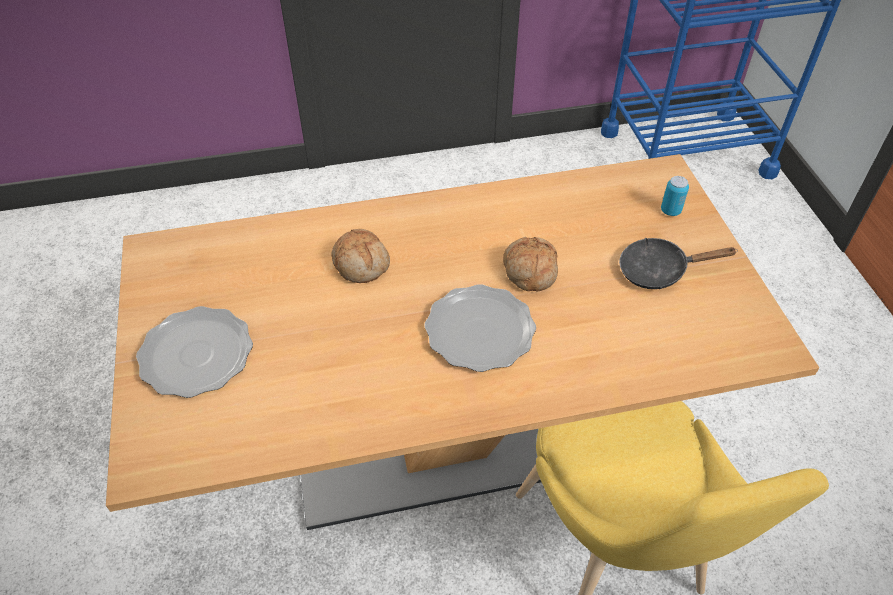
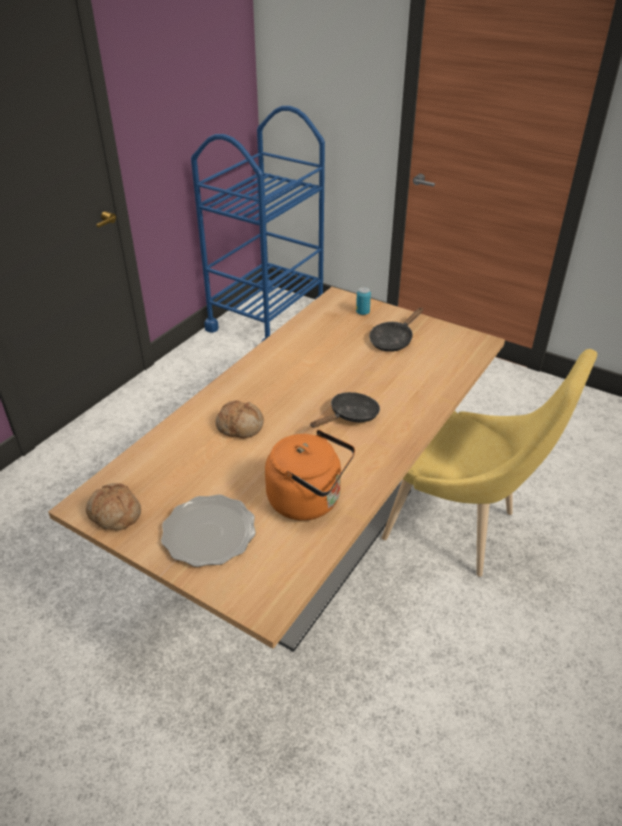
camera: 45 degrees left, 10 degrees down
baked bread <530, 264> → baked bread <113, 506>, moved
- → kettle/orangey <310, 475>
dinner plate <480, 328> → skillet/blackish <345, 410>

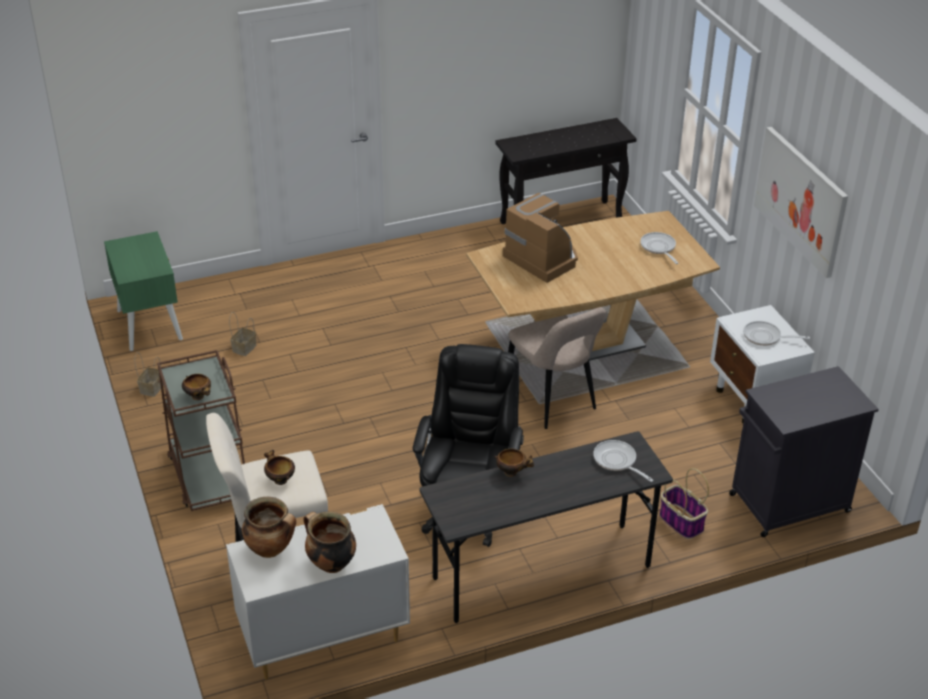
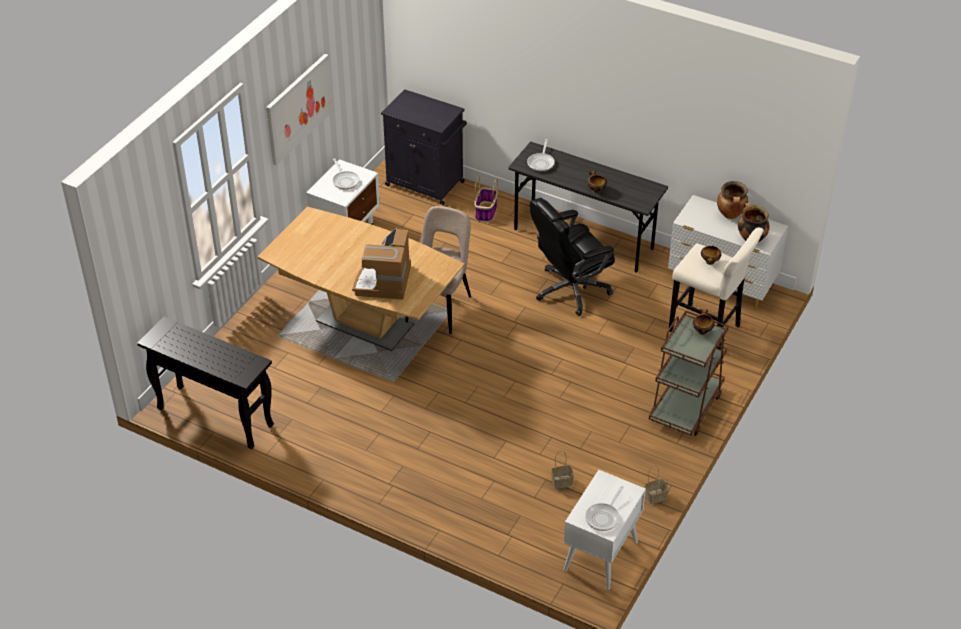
camera: 130 degrees left, 5 degrees up
night table/greenish <143, 291> → night table/white-coloured <604, 530>
skillet <659, 248> → skillet <604, 508>, moved

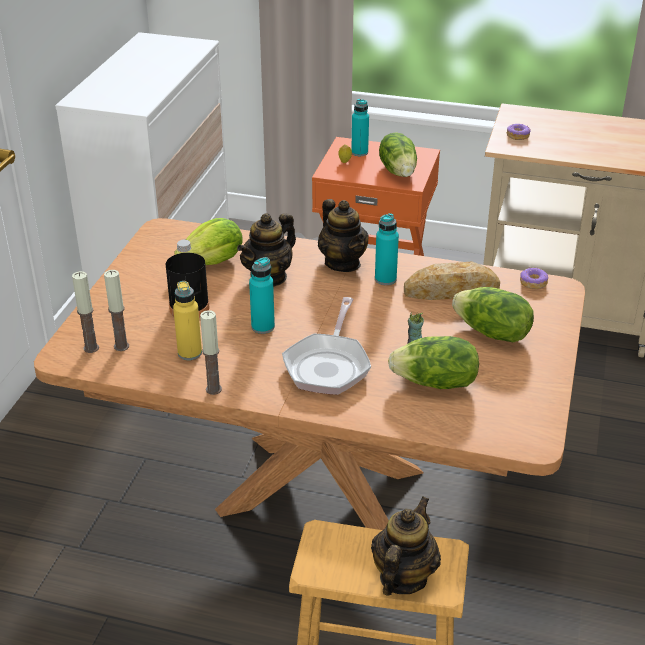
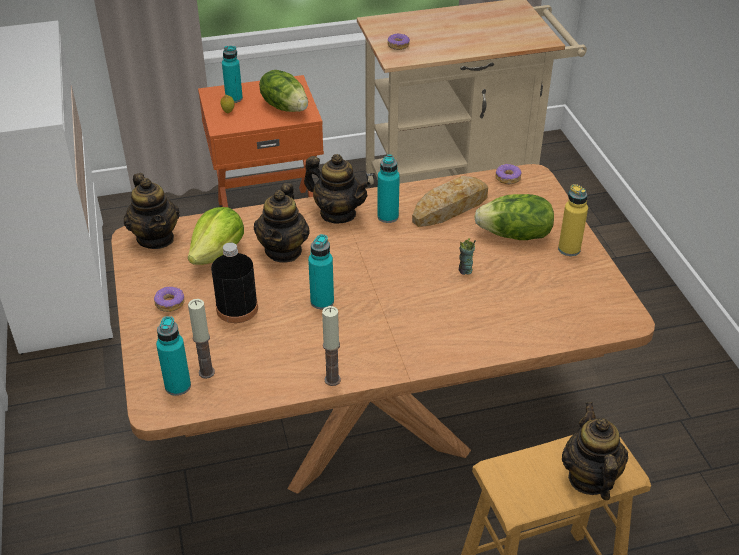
camera: 30 degrees left, 5 degrees up
- → teapot <151, 211>
- → ring doughnut <169, 299>
wax candle <85, 312> → beverage bottle/turquoise-coloured <173, 356>
beverage bottle/yellow-coloured <187, 320> → beverage bottle/yellow-coloured <573, 220>, moved
skillet <326, 346> → -
lettuce head <433, 362> → -

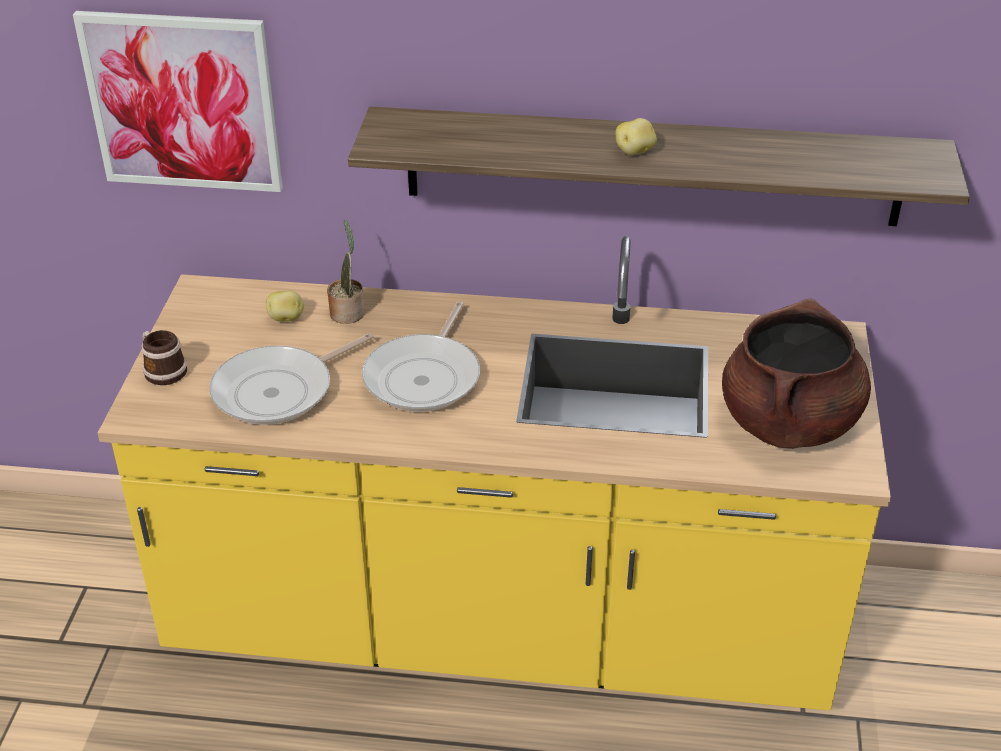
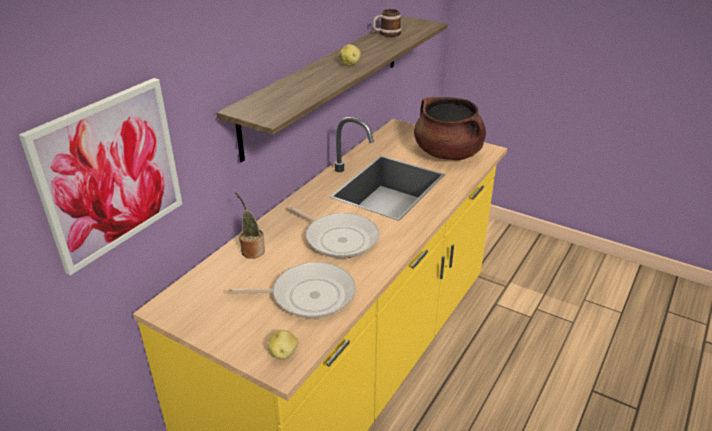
camera: 65 degrees left, 5 degrees down
skillet <291, 379> → skillet <291, 290>, 75 degrees counterclockwise
potato <285, 306> → potato <283, 345>, moved
coffee mug <164, 357> → coffee mug <387, 23>, moved

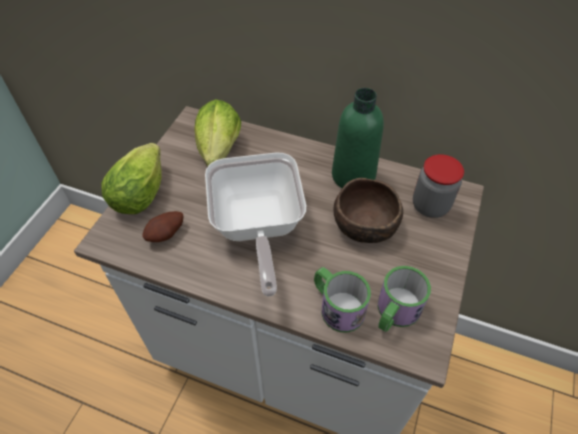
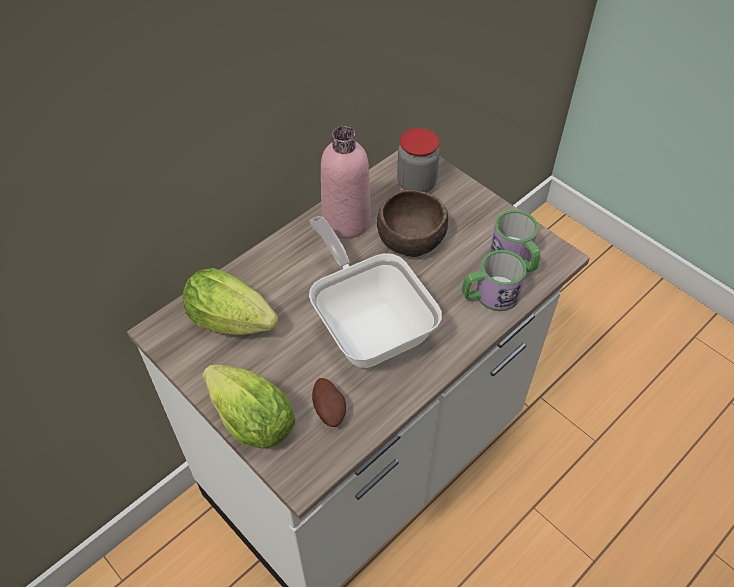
camera: 65 degrees left, 0 degrees up
skillet <255, 224> → skillet <375, 292>, 135 degrees counterclockwise
beverage bottle/greenish <358, 138> → beverage bottle/pink <346, 182>

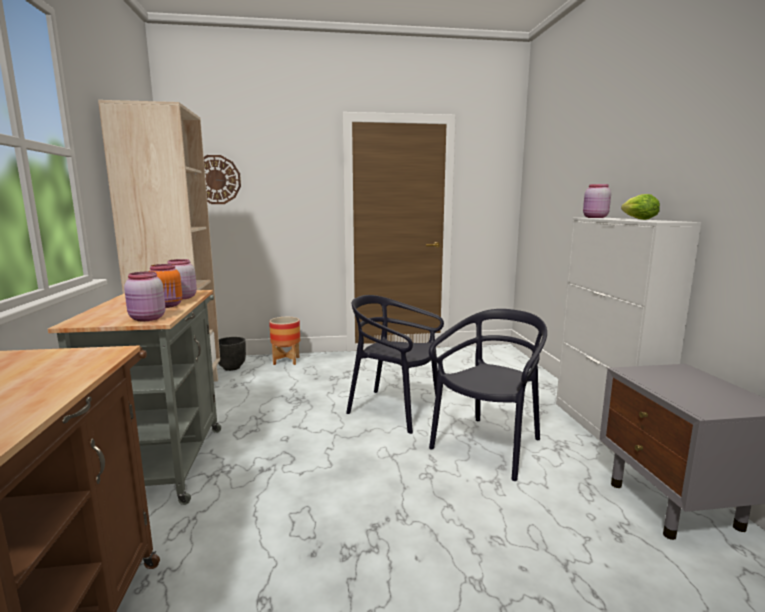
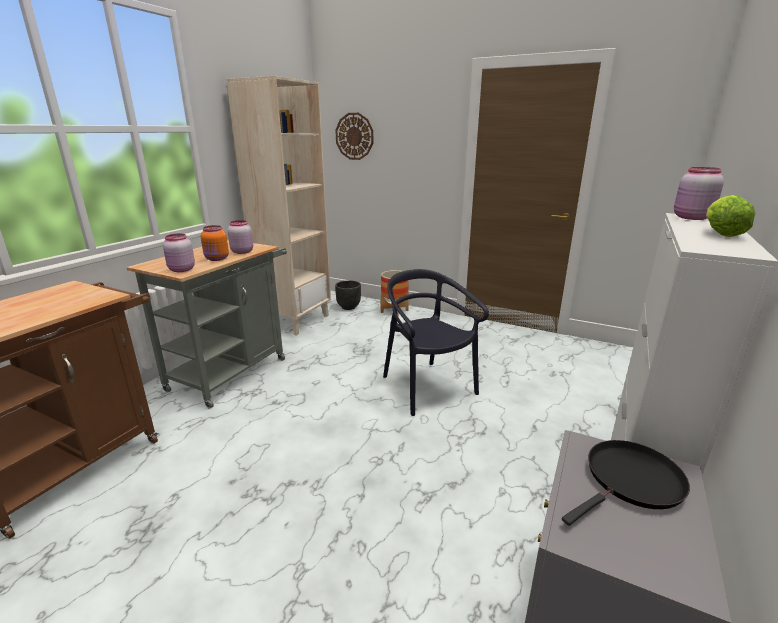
camera: 35 degrees right, 10 degrees up
- → skillet/blackish <626, 483>
plain chair/blackish <488, 395> → -

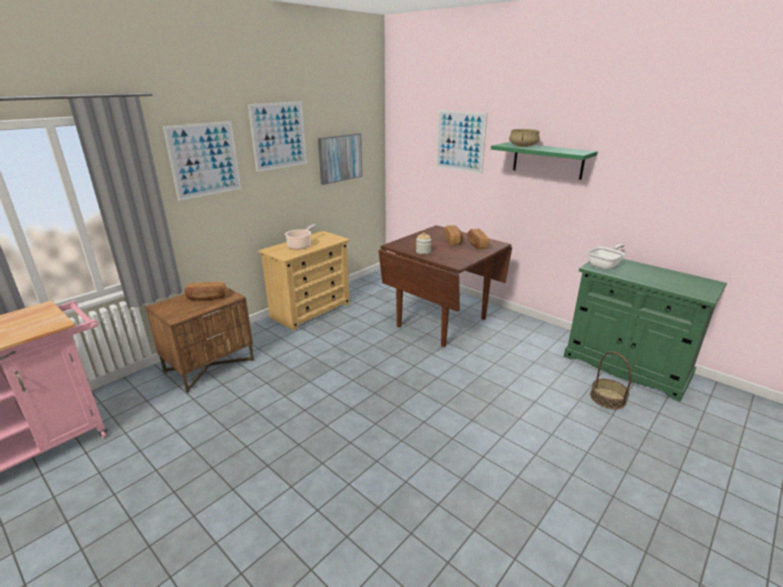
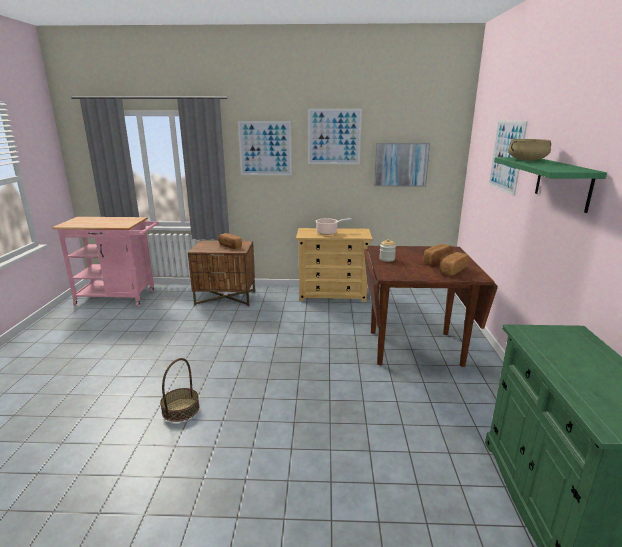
camera: 50 degrees right, 5 degrees down
basket <611, 380> → basket <180, 390>, moved
skillet <606, 257> → -

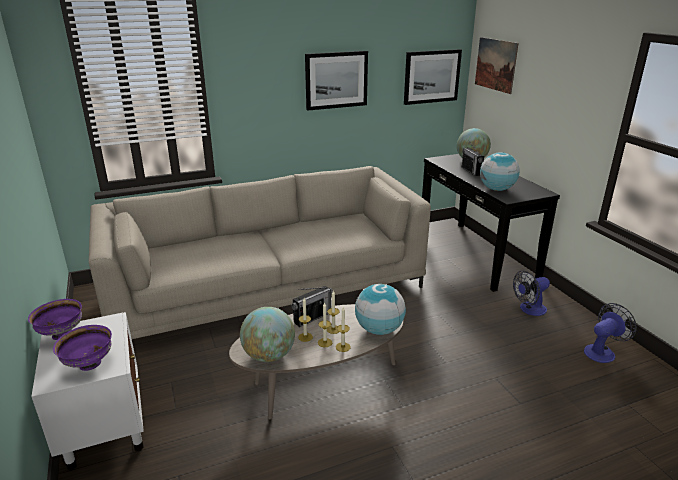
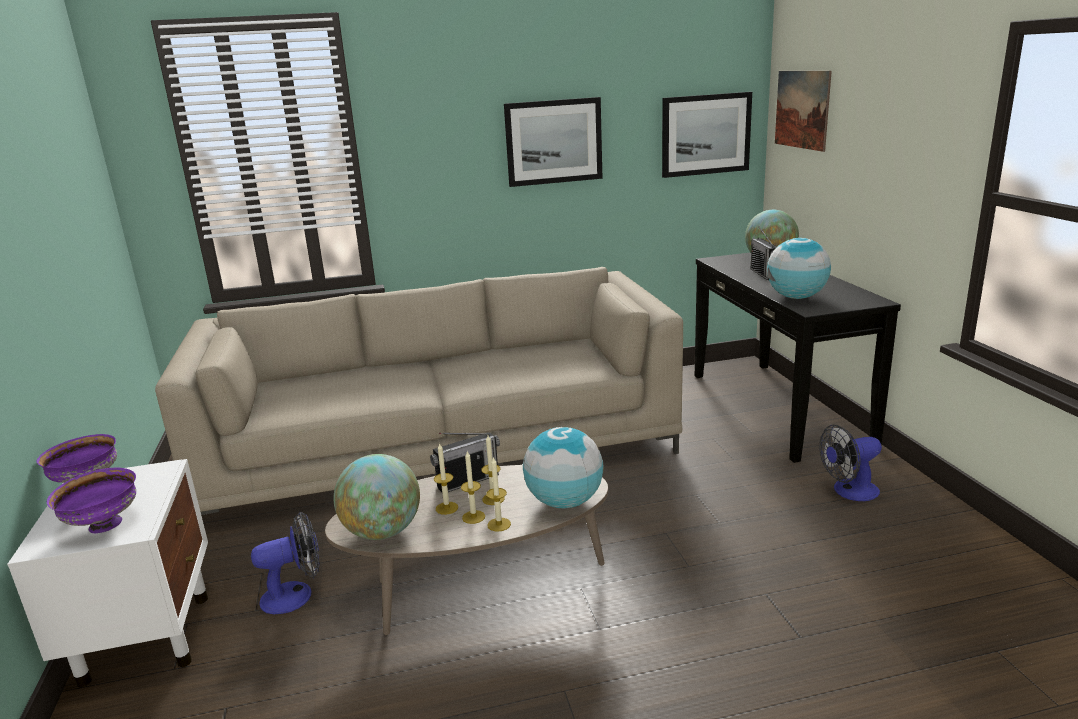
camera: 10 degrees right, 5 degrees down
fan <610, 333> → fan <285, 563>, moved

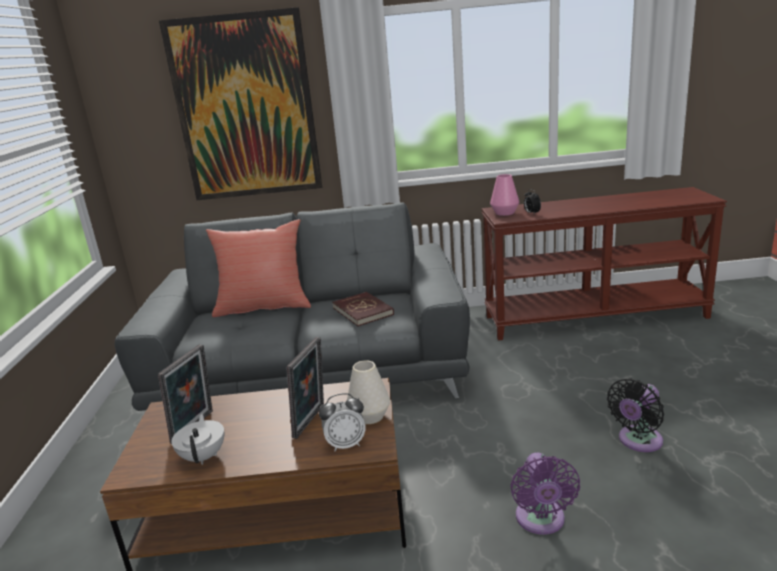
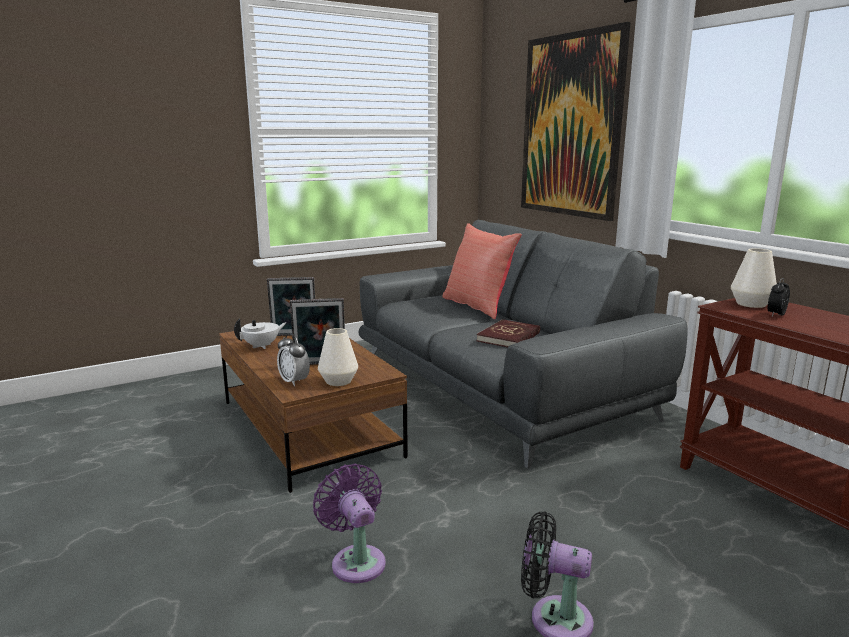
camera: 60 degrees right, 5 degrees down
fan/purple <545, 493> → fan/purple <349, 523>, 90 degrees clockwise
flower vase/pink <504, 195> → flower vase/white-coloured <754, 278>

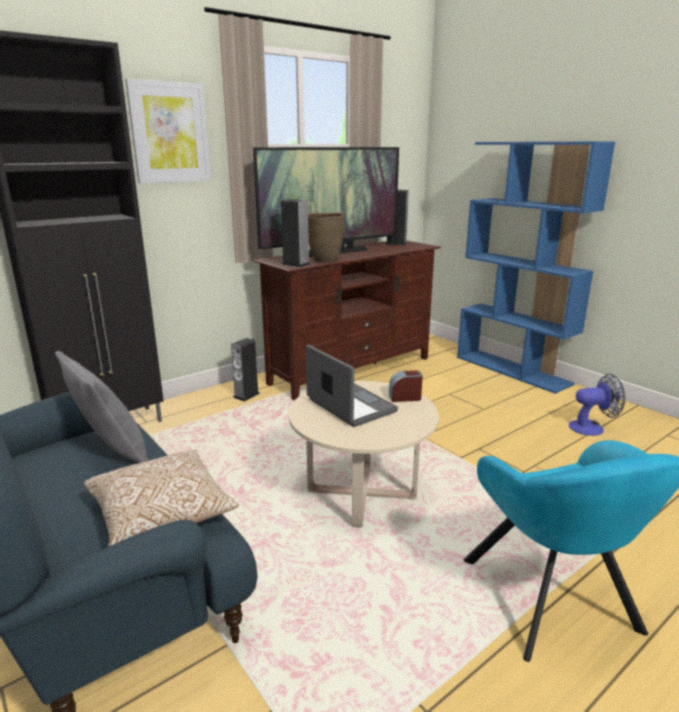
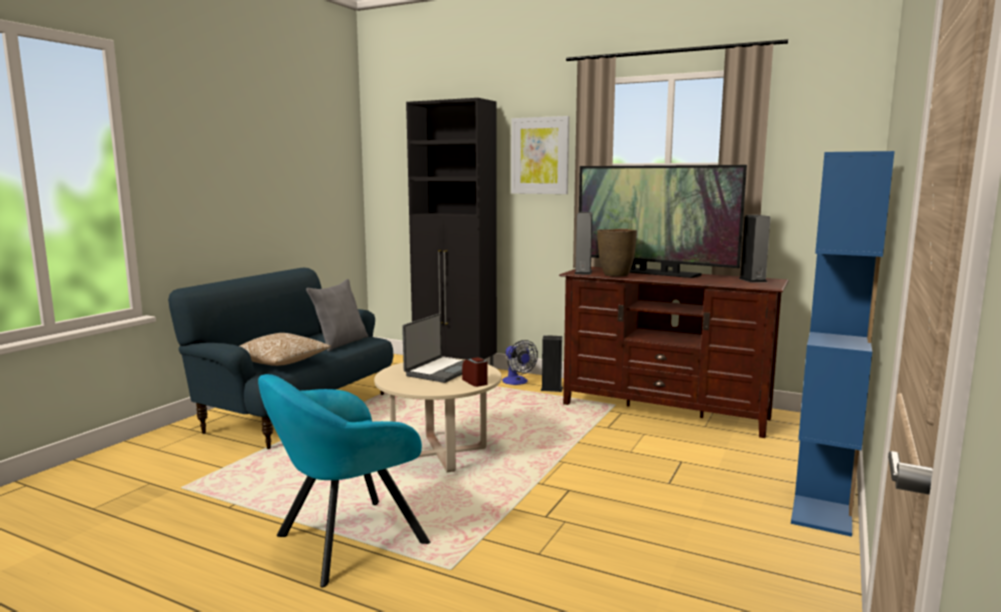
camera: 65 degrees right, 10 degrees down
fan <597, 405> → fan <520, 362>, moved

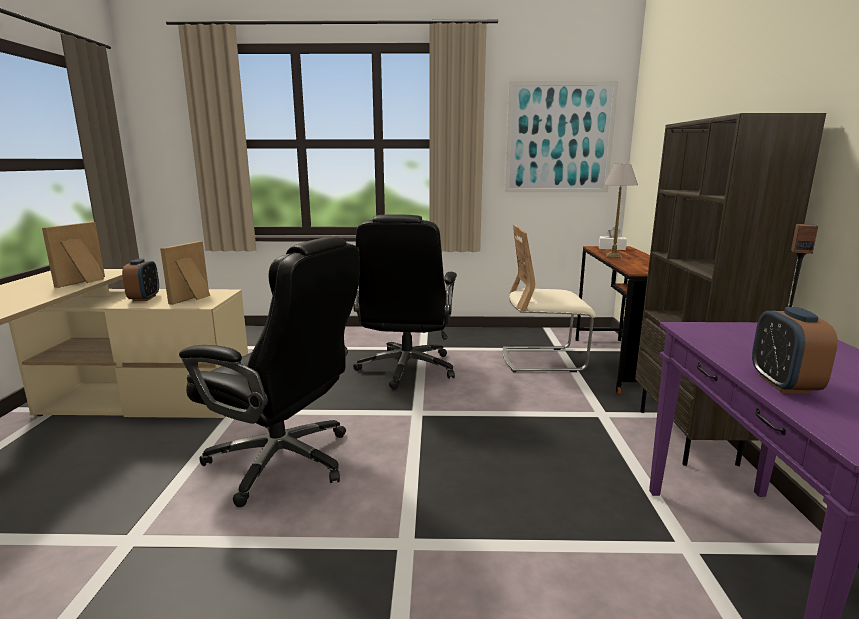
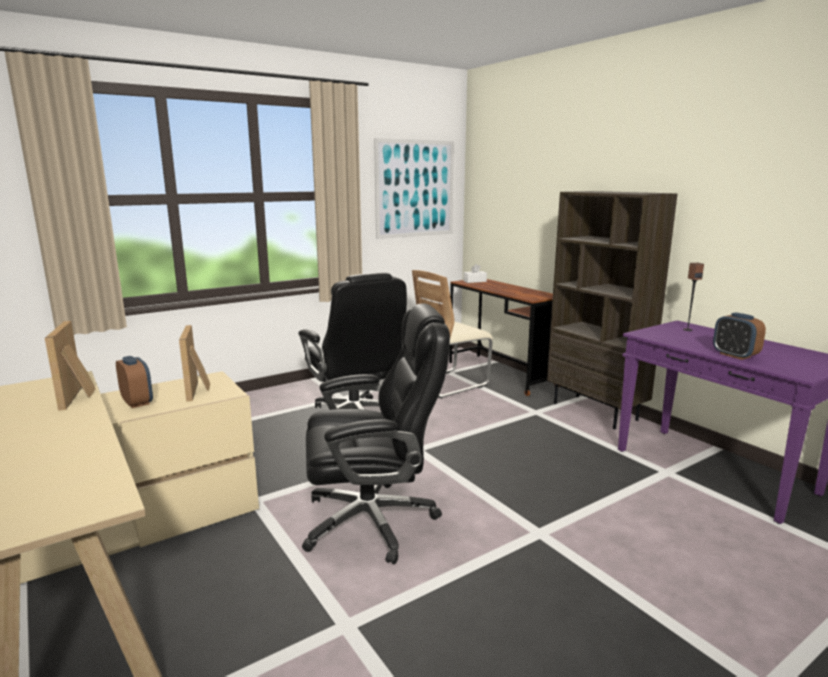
camera: 35 degrees left, 0 degrees up
table lamp <621, 211> → -

